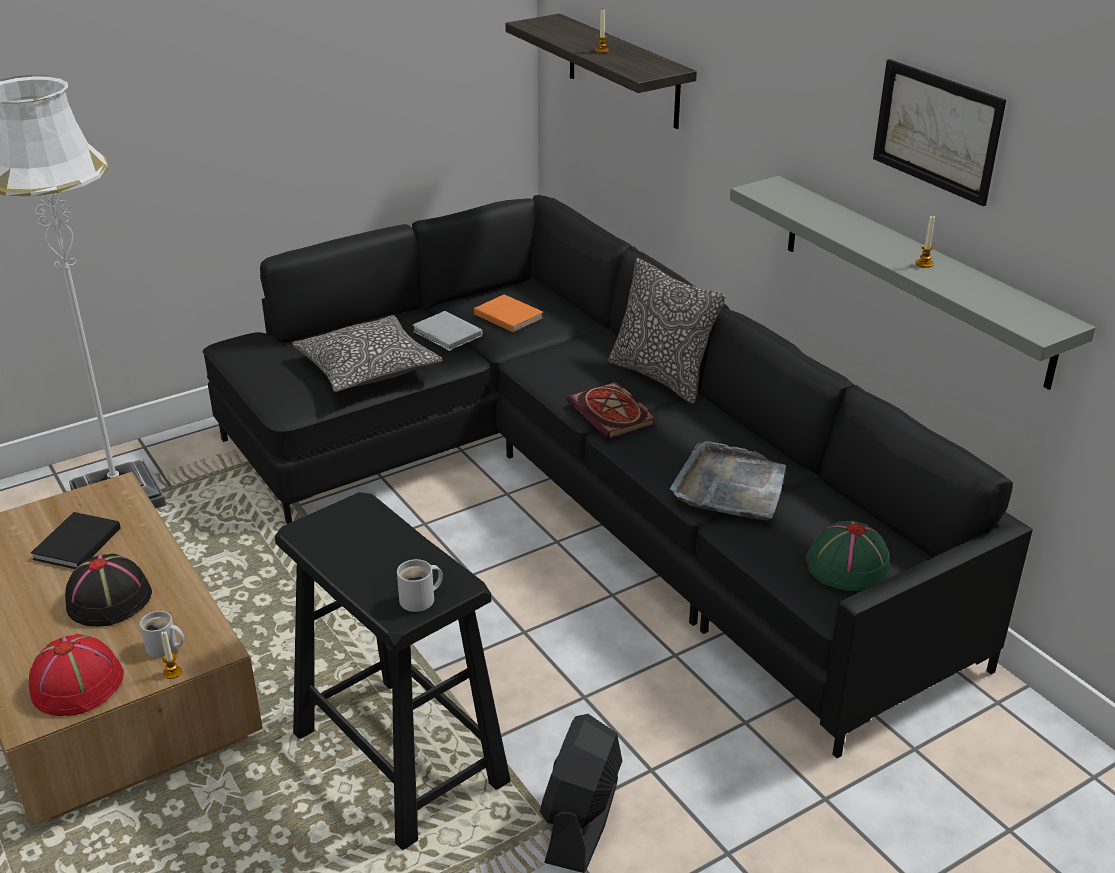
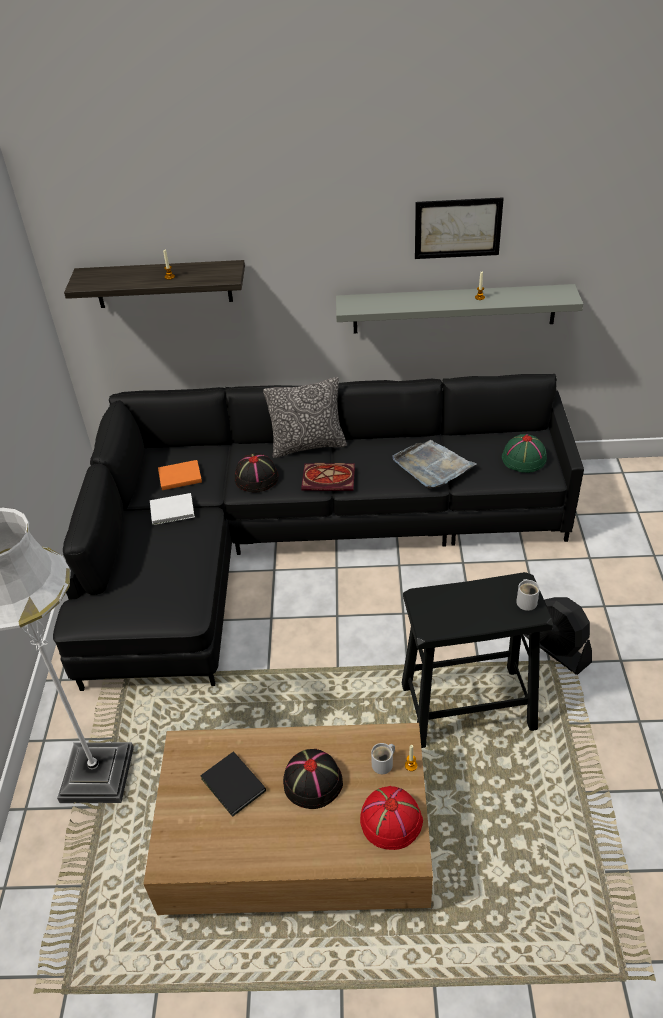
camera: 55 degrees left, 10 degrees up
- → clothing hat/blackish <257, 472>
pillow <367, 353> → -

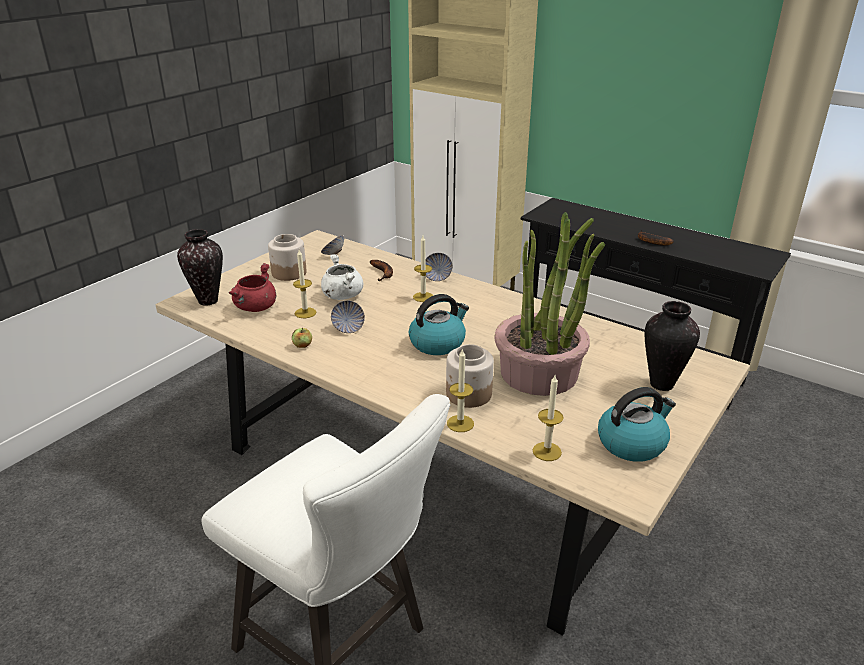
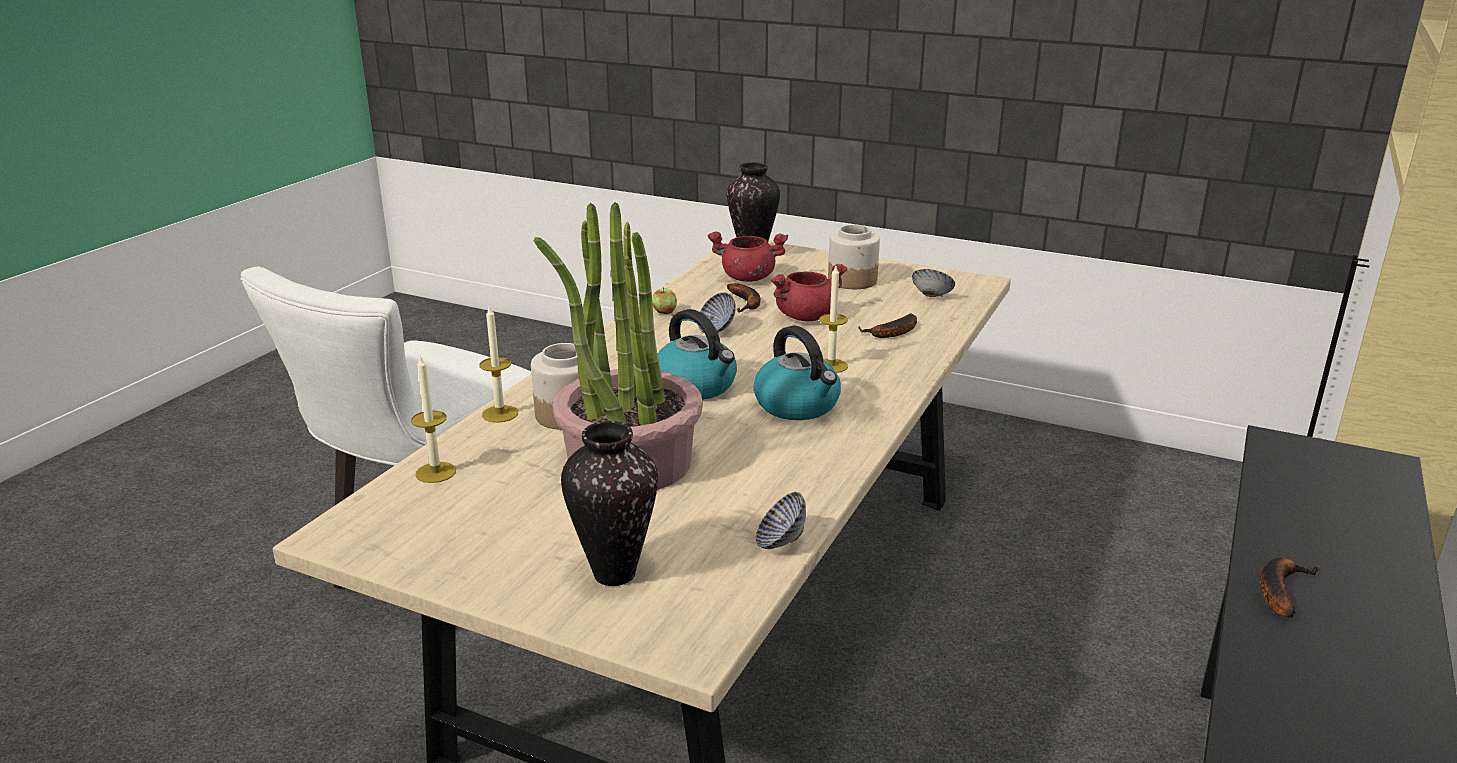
camera: 80 degrees right, 5 degrees down
wax candle <304, 284> → banana <744, 297>
kettle <637, 424> → kettle <797, 373>, moved
bowl <438, 267> → bowl <781, 520>, moved
stockpot/white-coloured <342, 277> → stockpot/reddish <809, 293>

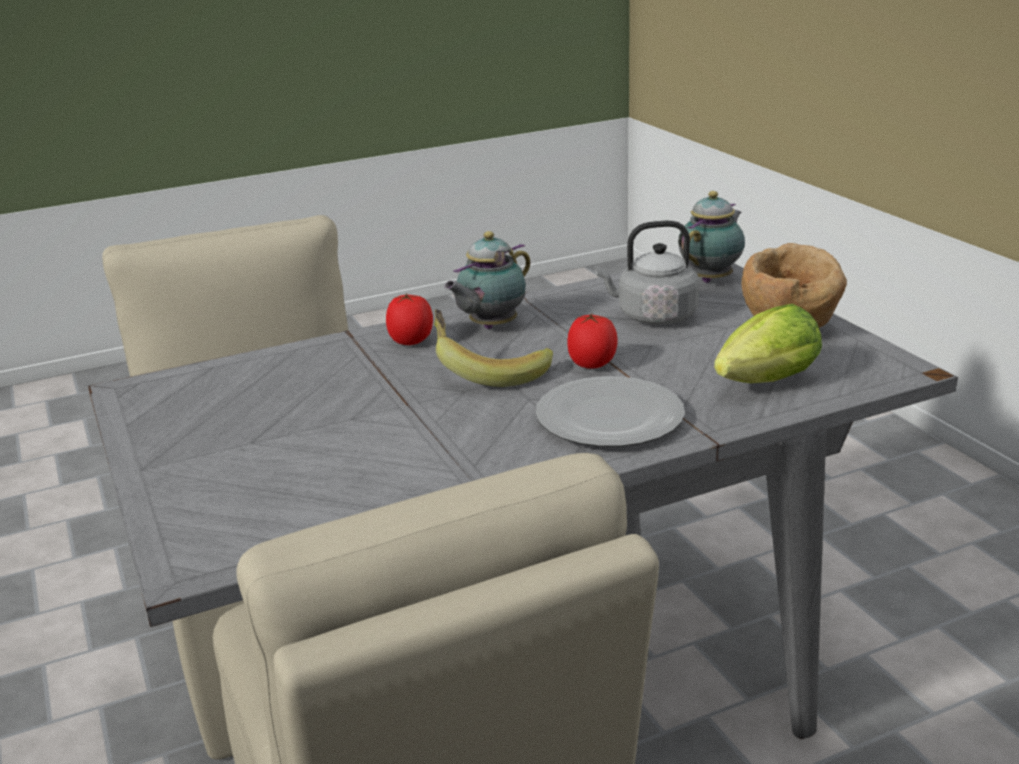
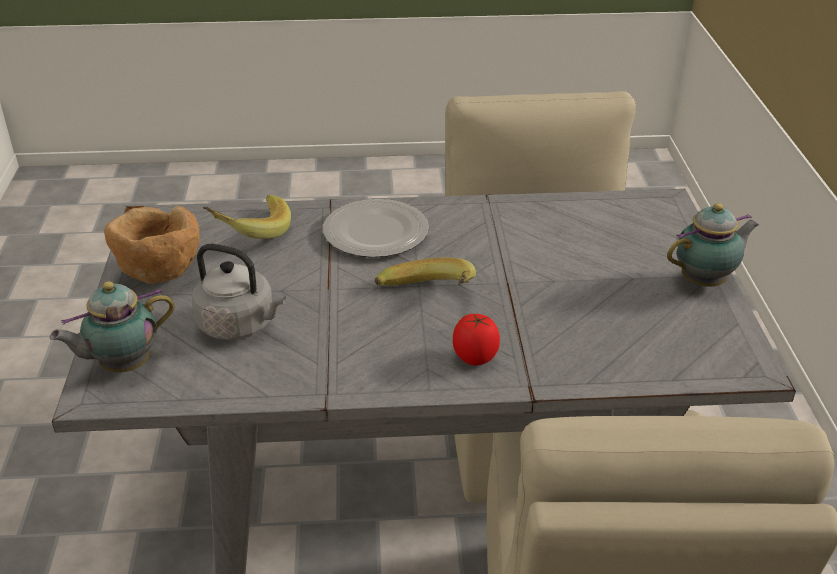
camera: 160 degrees left, 10 degrees up
lettuce head <768, 343> → banana <247, 217>
teapot <487, 280> → teapot <713, 245>, moved
whole tomato <592, 341> → -

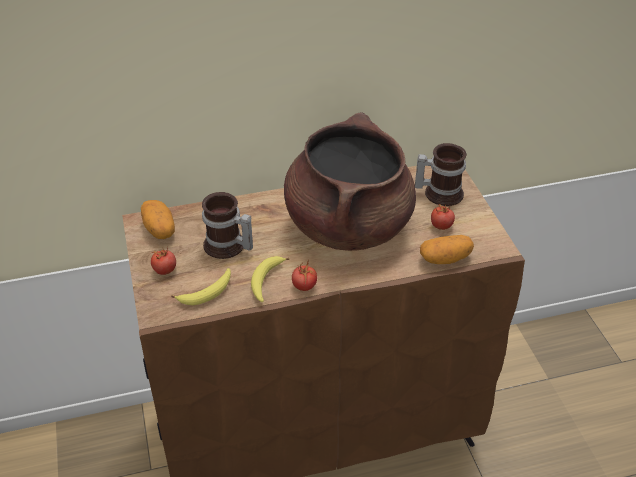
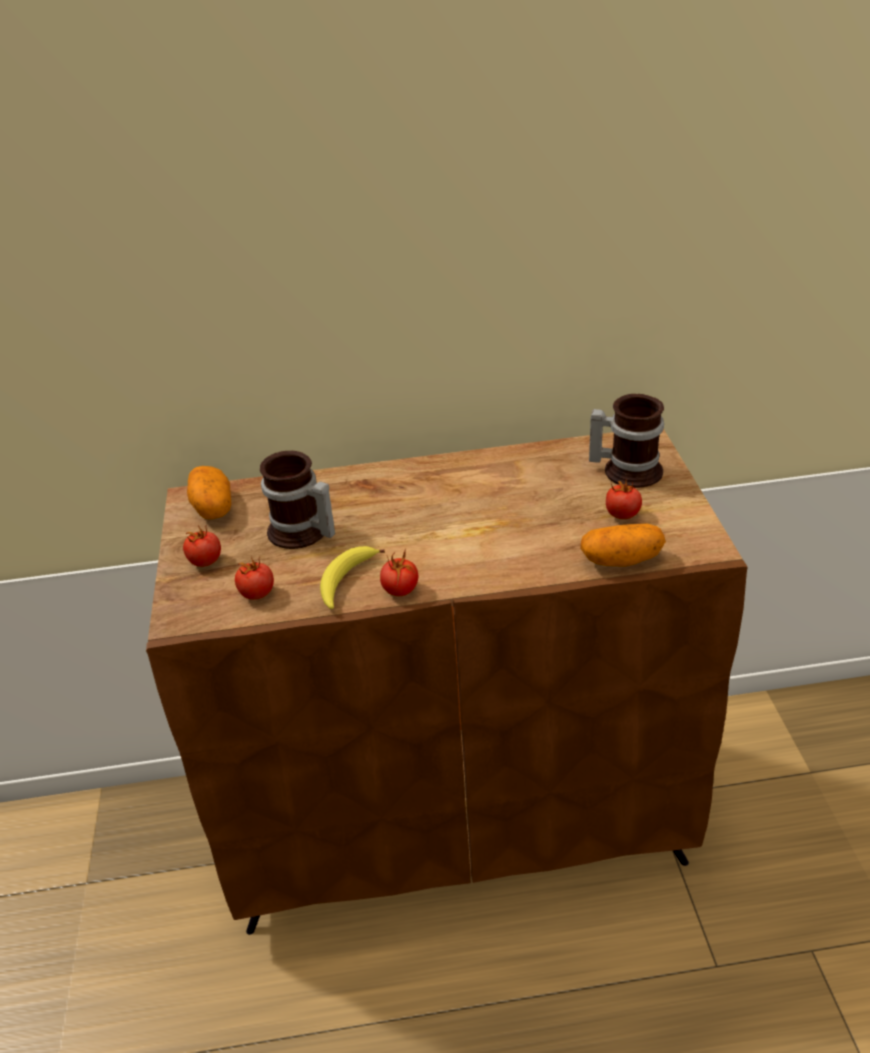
camera: 10 degrees right, 5 degrees down
banana <201, 286> → whole tomato <254, 578>
stockpot/brown <350, 181> → -

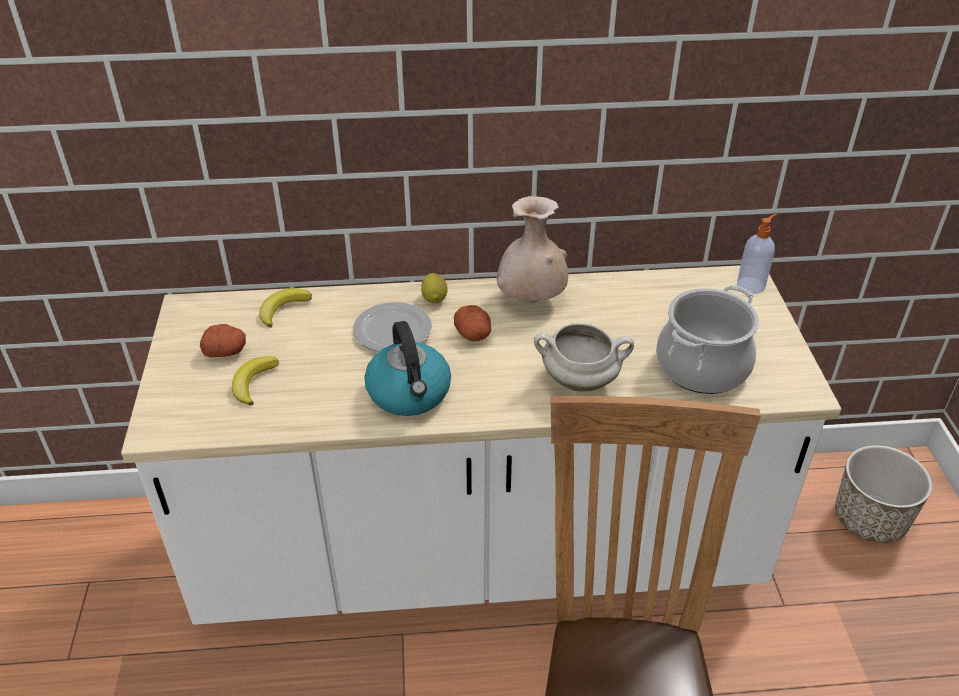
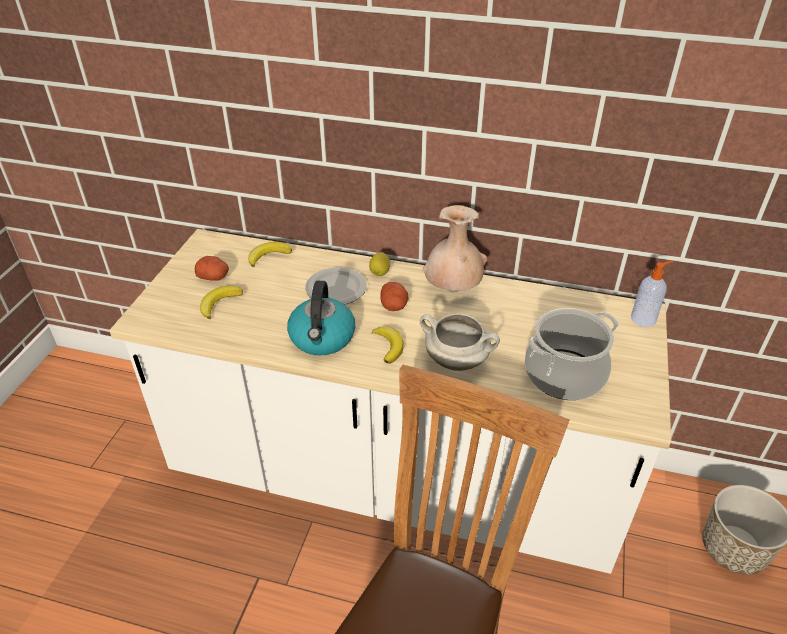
camera: 20 degrees right, 0 degrees up
- → banana <387, 345>

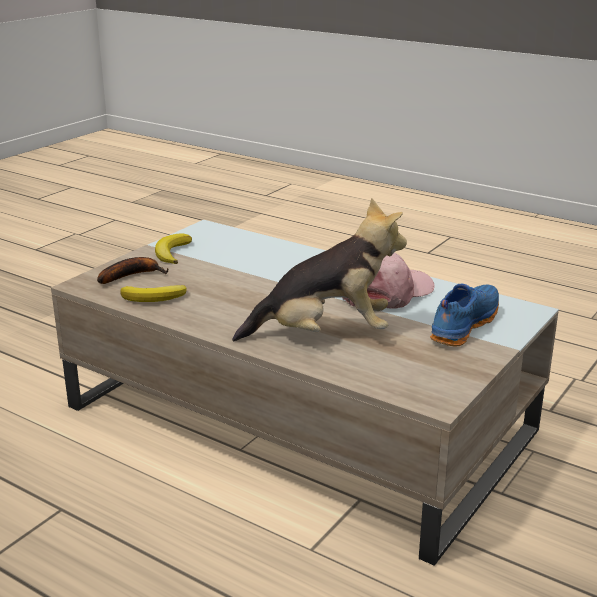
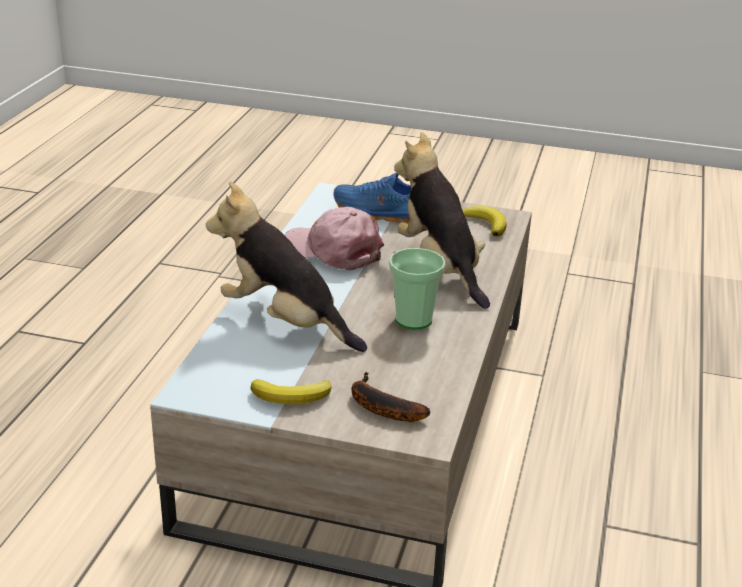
camera: 110 degrees left, 5 degrees up
- → soft toy <286, 266>
- → small cup <417, 288>
banana <154, 293> → banana <485, 221>, moved

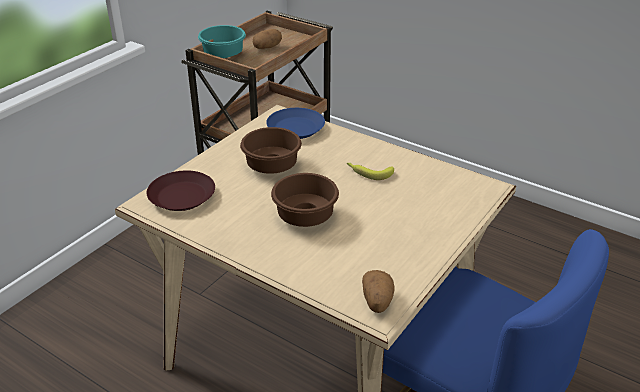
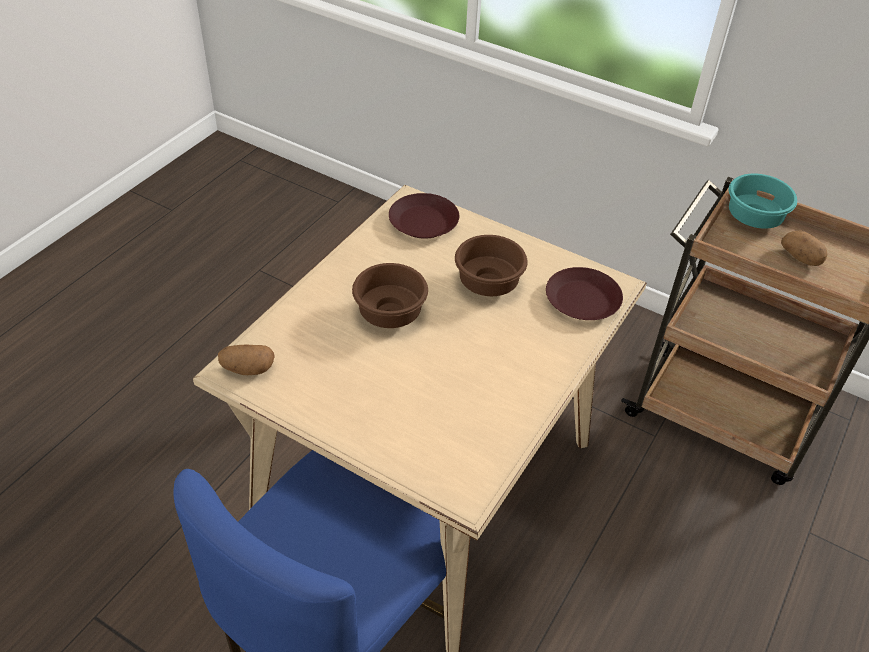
camera: 85 degrees right, 10 degrees up
dinner plate/blue-coloured <295, 123> → dinner plate/brown <584, 293>
banana <370, 171> → -

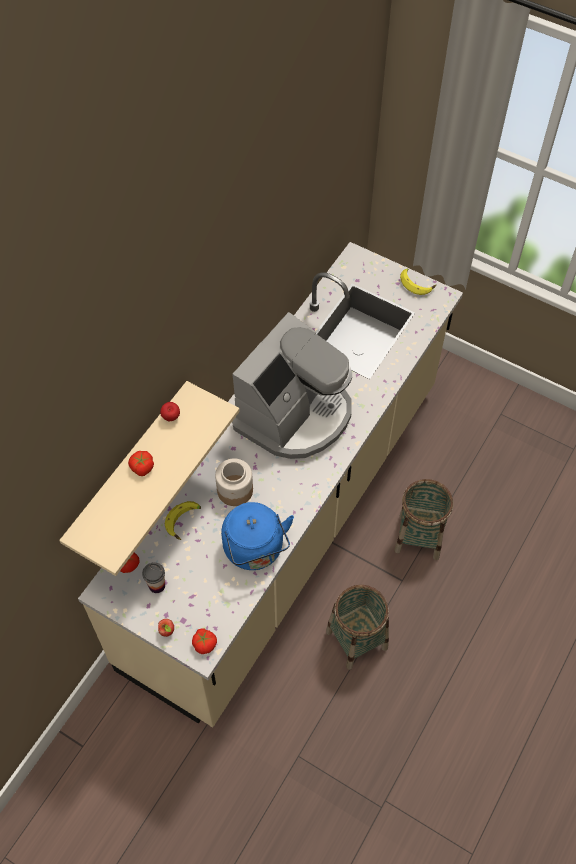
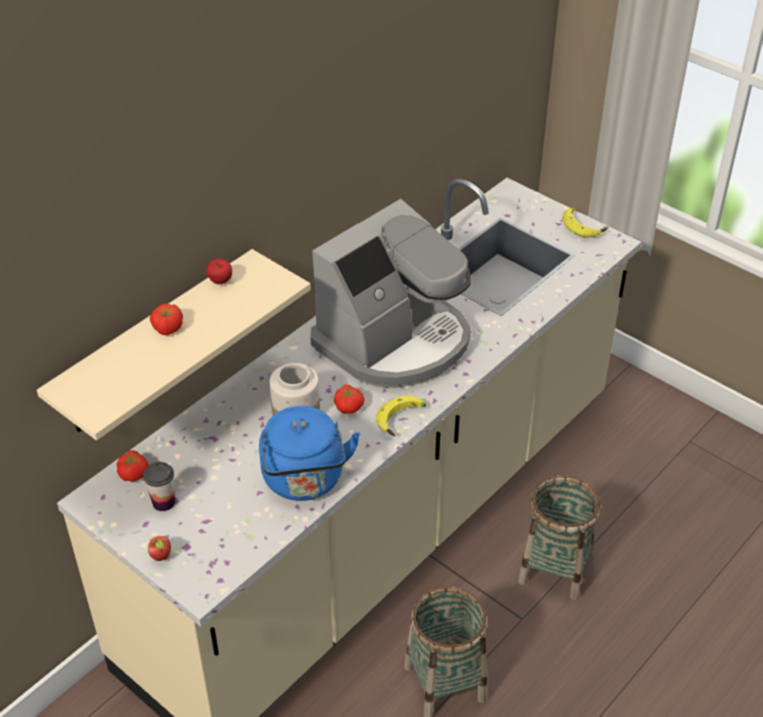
camera: 10 degrees right, 15 degrees down
whole tomato <204, 641> → whole tomato <349, 399>, moved
banana <183, 520> → banana <401, 416>, moved

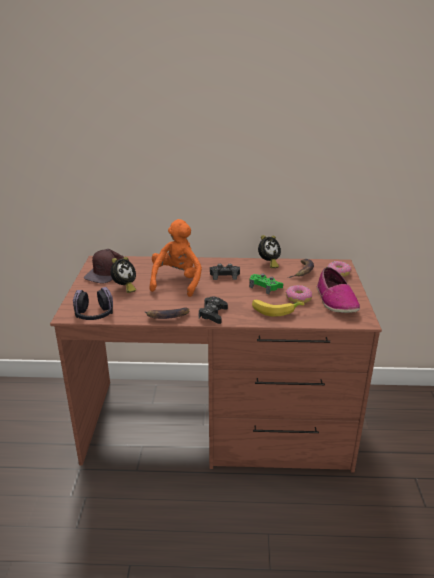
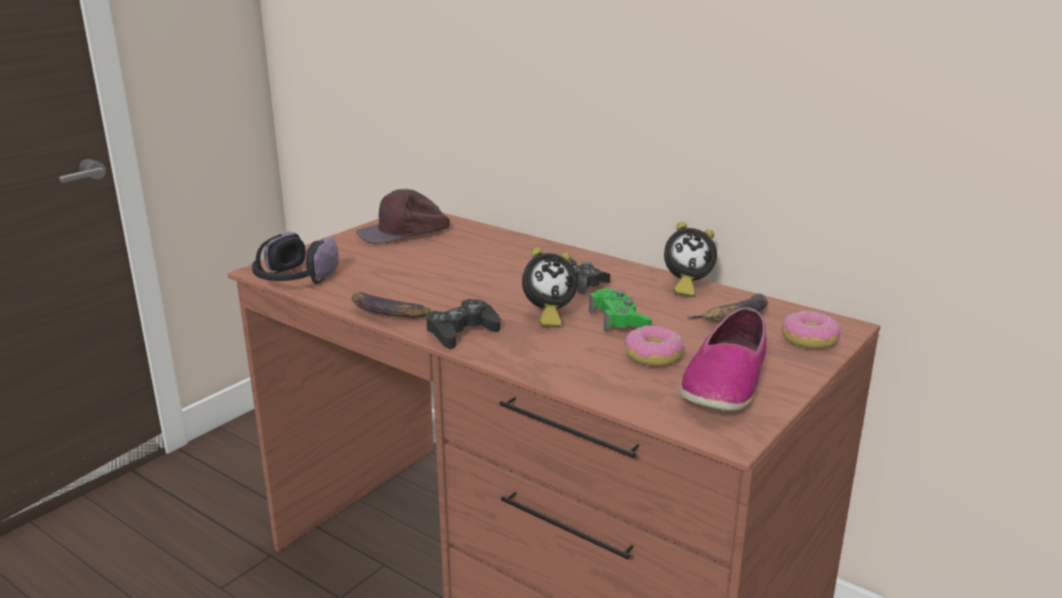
camera: 35 degrees right, 5 degrees down
table clock <123, 275> → table clock <550, 287>, moved
soft toy/orangey <176, 258> → -
banana <278, 308> → -

